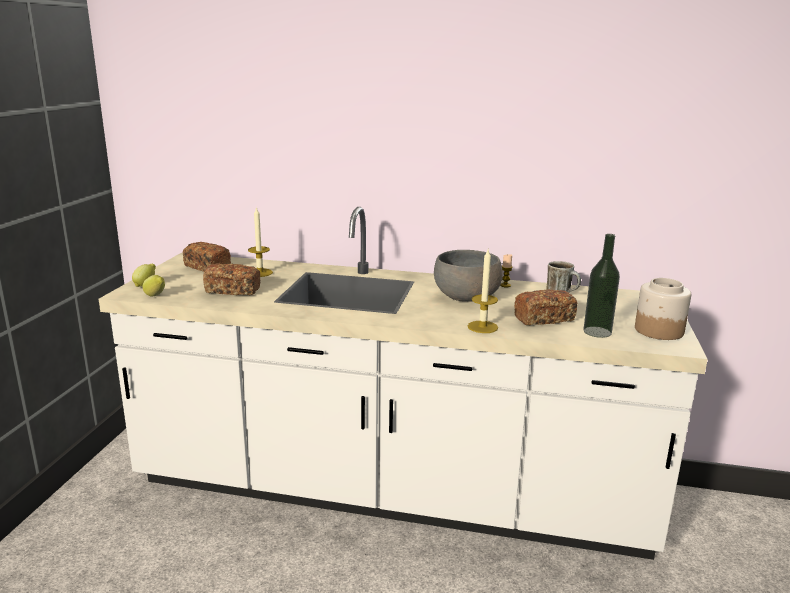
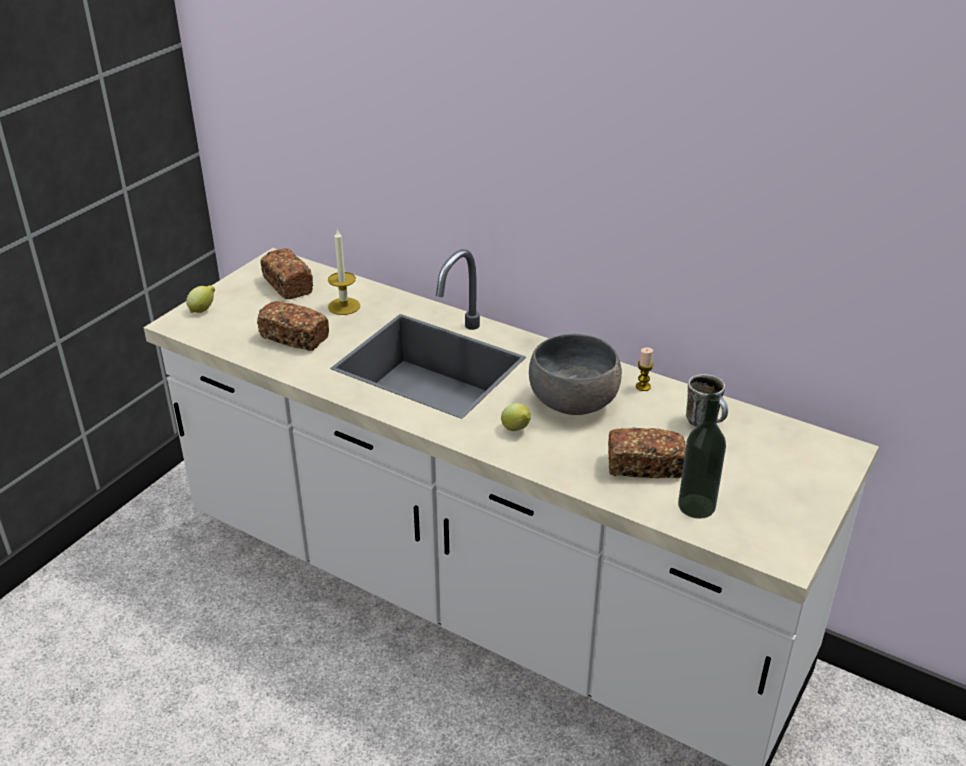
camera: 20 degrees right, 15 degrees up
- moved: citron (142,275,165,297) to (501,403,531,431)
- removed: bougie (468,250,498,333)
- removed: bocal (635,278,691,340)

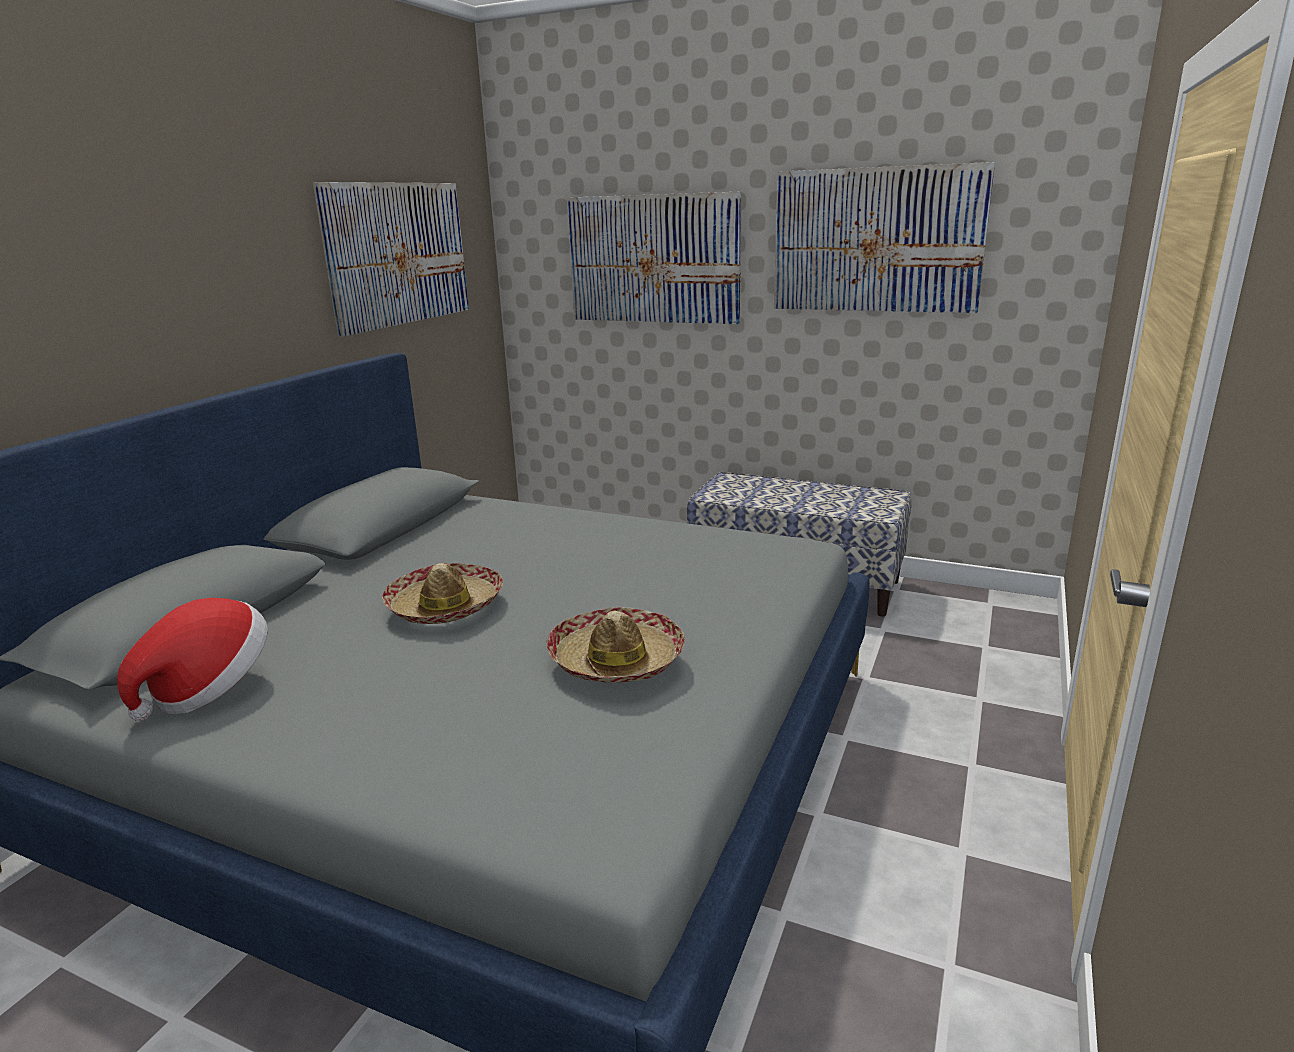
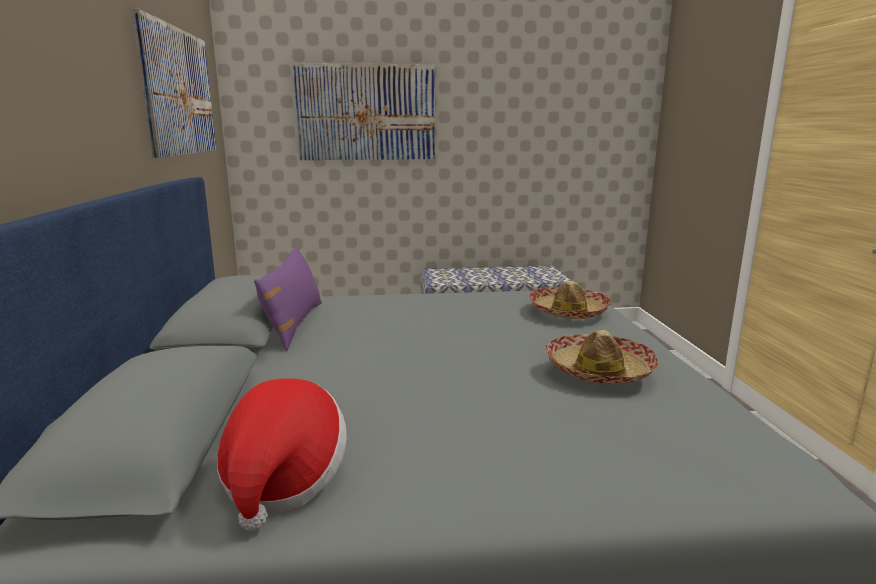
camera: 30 degrees left, 5 degrees down
- added: coussin [violet] (254,246,322,351)
- moved: chapeau (382,563,503,624) to (529,281,612,319)
- removed: tableau (774,162,995,313)

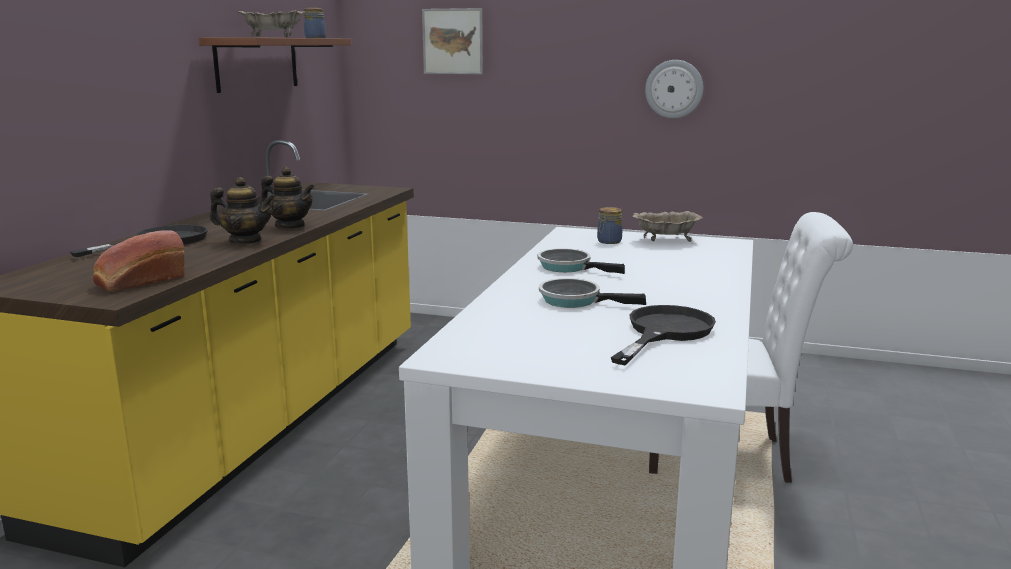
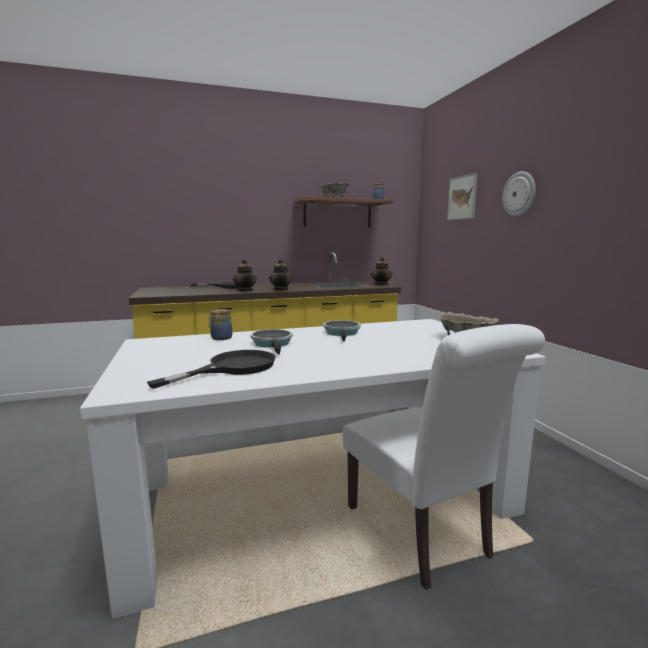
camera: 55 degrees right, 5 degrees down
- turned: poêle [noir] (611,305,716,365) = (147,350,276,389) 45 degrees counterclockwise
- moved: bocal (597,207,622,244) to (208,309,232,340)
- added: théière (371,257,392,286)
- moved: horloge murale (645,60,703,118) to (502,171,536,217)
- removed: pain (93,230,185,292)

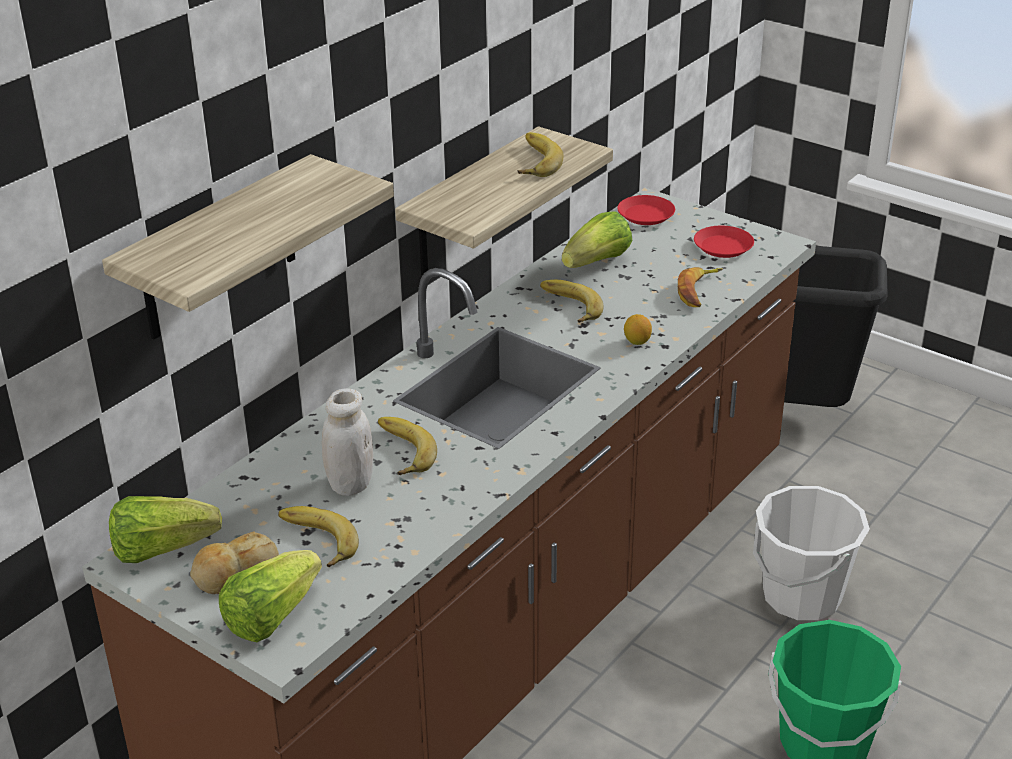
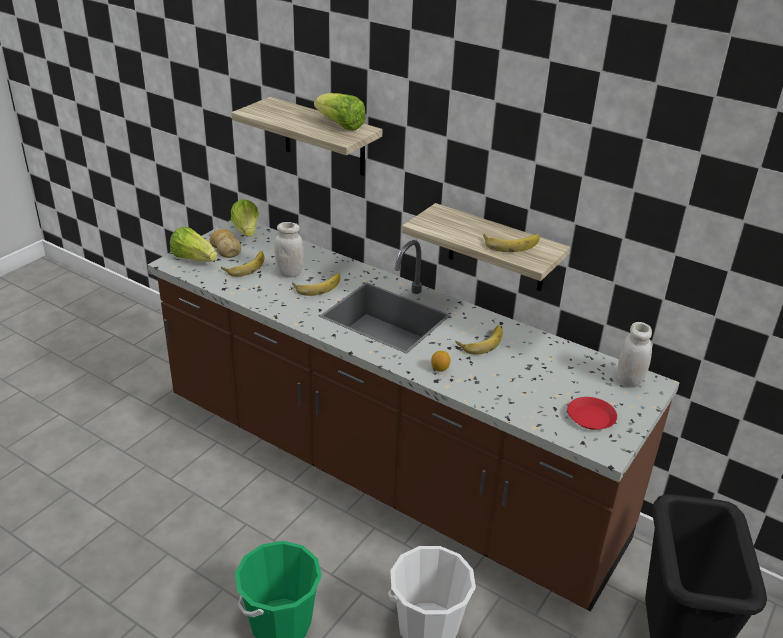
camera: 85 degrees right, 0 degrees up
- moved: laitue (562,211,632,268) to (314,93,366,131)
- replaced: assiette [rouge] (617,195,675,225) to bocal [blanc] (617,322,652,388)
- removed: banane (678,267,723,307)

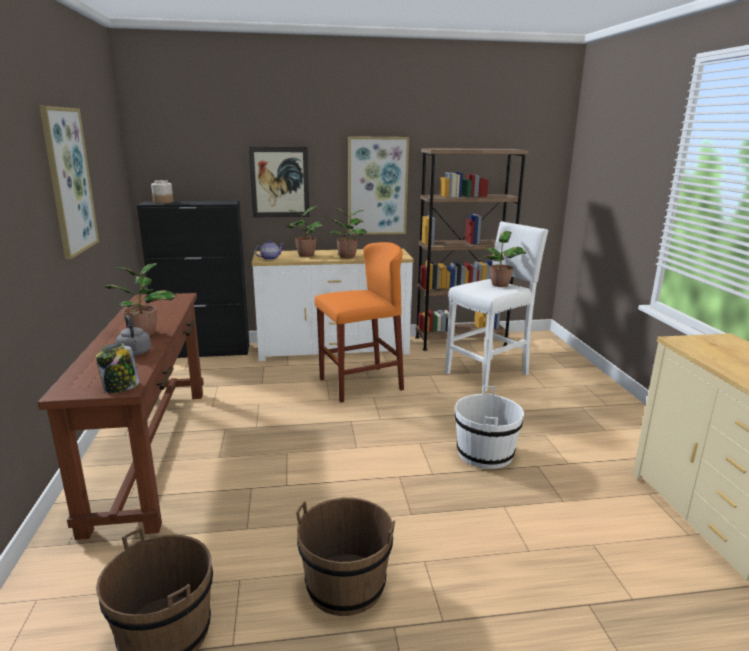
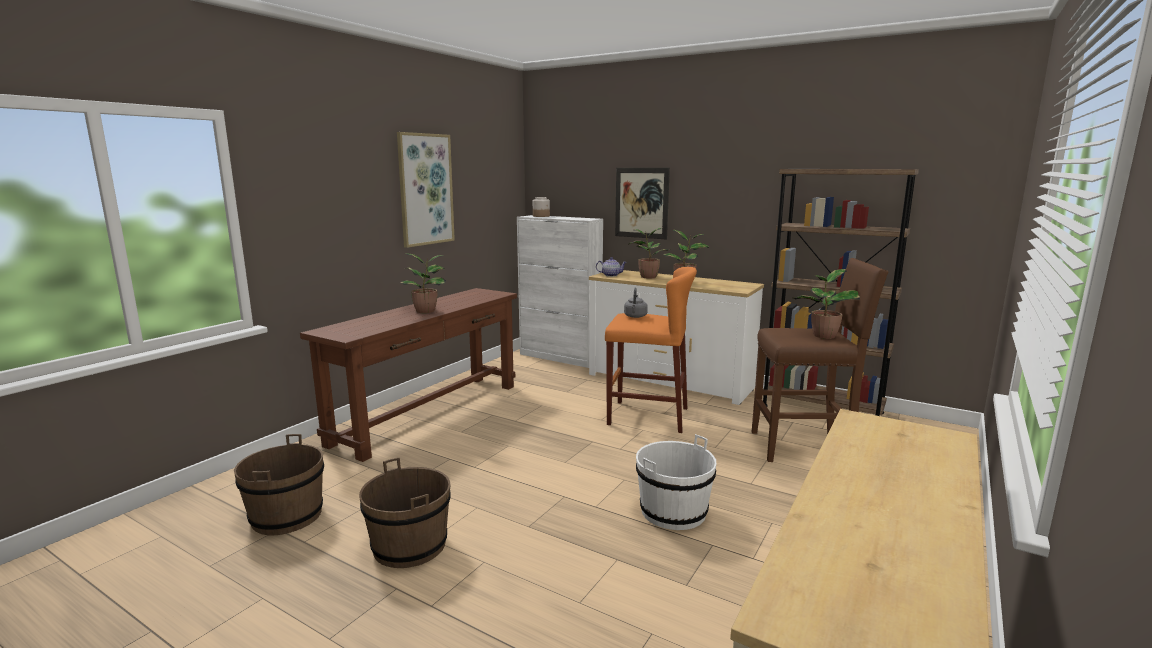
camera: 40 degrees right, 5 degrees down
- recoloured: meuble de rangement [noir] (137,201,249,358) to meuble de rangement [blanc] (517,215,603,368)
- moved: bouilloire [gris] (116,315,151,355) to (624,288,648,318)
- recoloured: tabouret [blanc] (445,221,549,392) to tabouret [marron] (752,258,888,462)
- removed: bocal (96,343,140,393)
- removed: tableau (348,136,409,235)

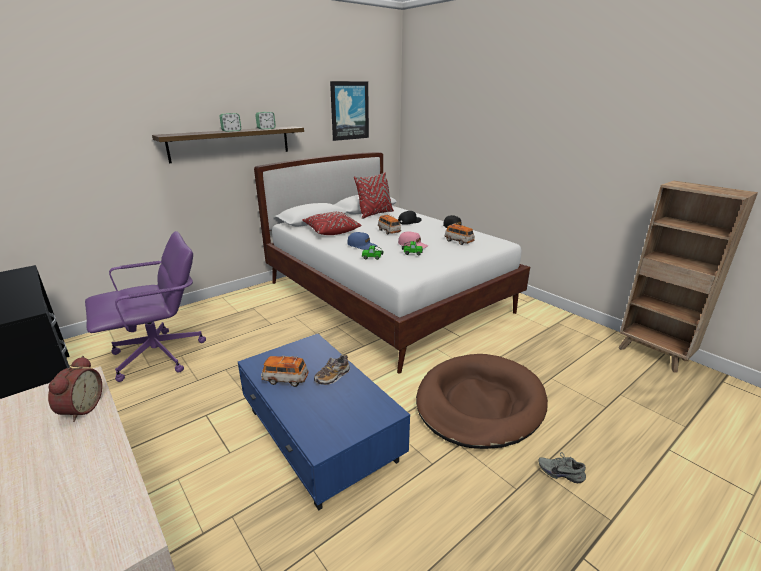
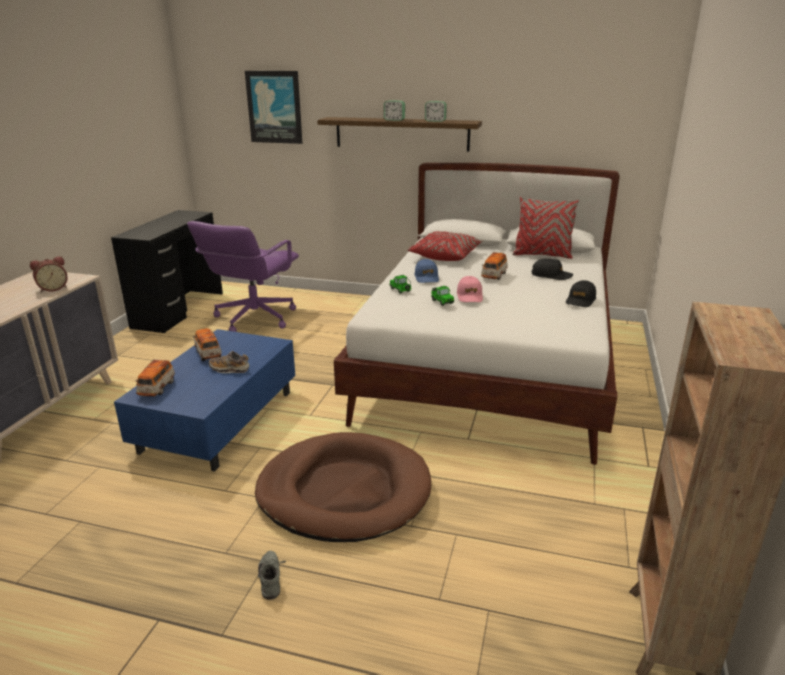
camera: 55 degrees right, 0 degrees up
- moved: petite voiture (444,223,475,245) to (136,359,175,396)
- turned: chaise de bureau [violet] (85,231,206,382) = (187,221,299,332) 90 degrees clockwise
- moved: tableau (330,81,369,141) to (245,71,302,144)

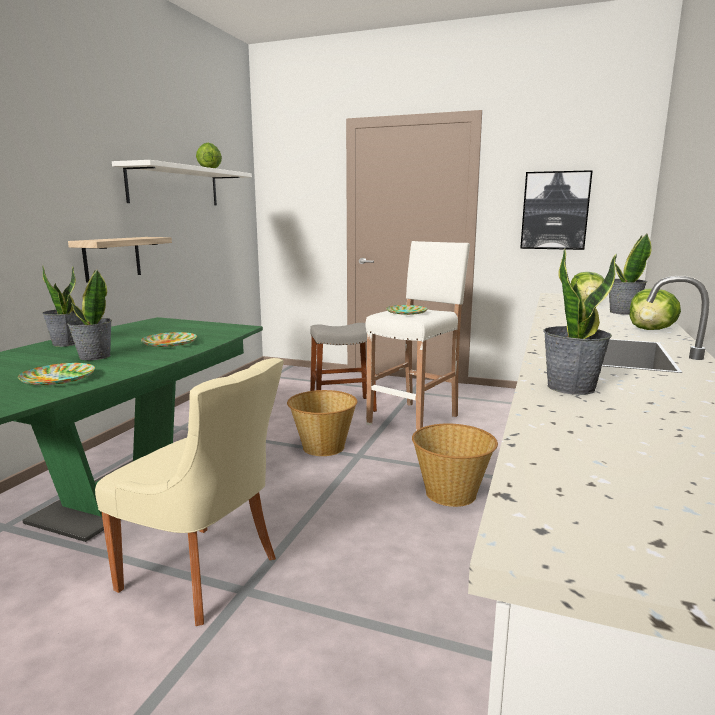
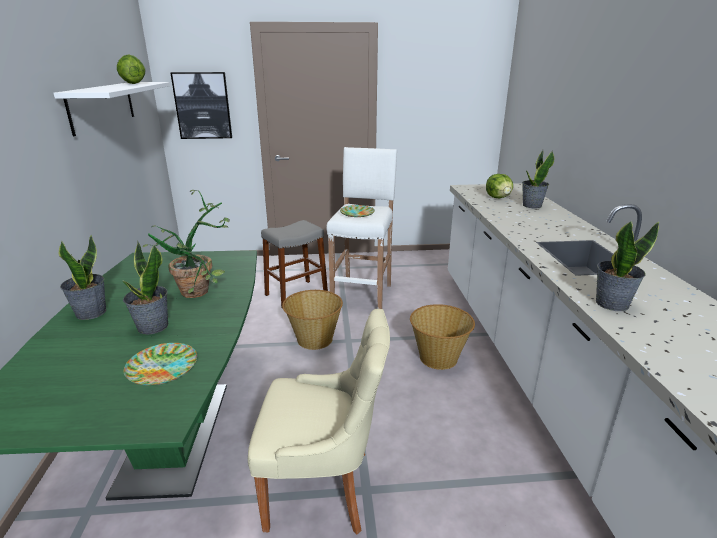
camera: 25 degrees left, 10 degrees up
- replaced: assiette (141,332,197,347) to plante en pot (143,190,230,298)
- moved: tableau (520,170,593,250) to (170,72,232,139)
- removed: étagère (68,237,172,282)
- removed: laitue (630,288,681,330)

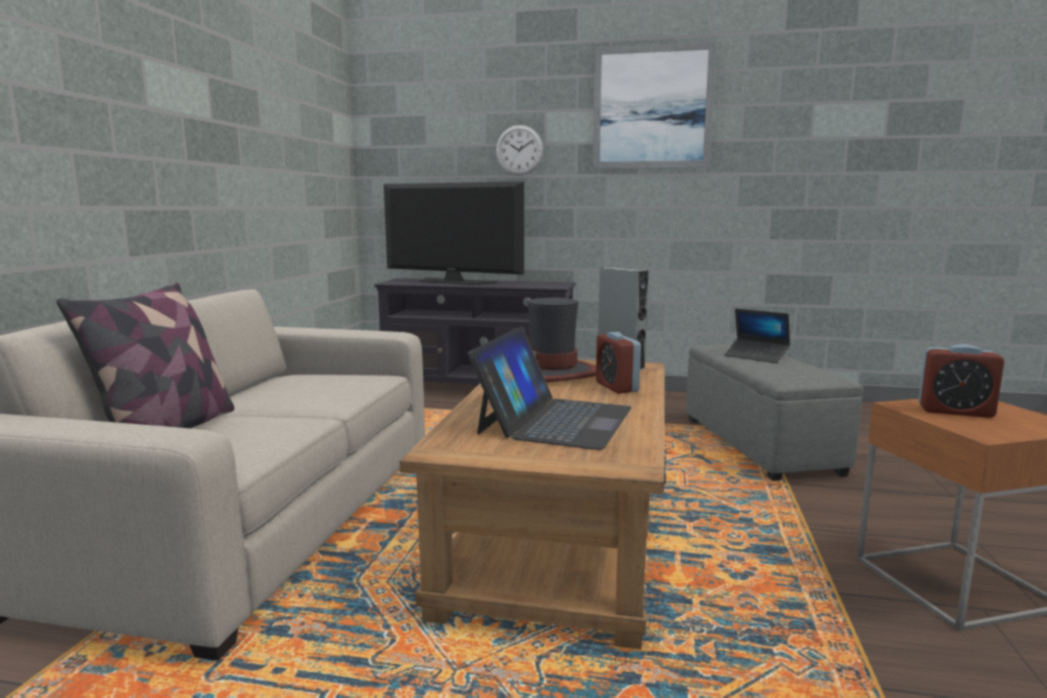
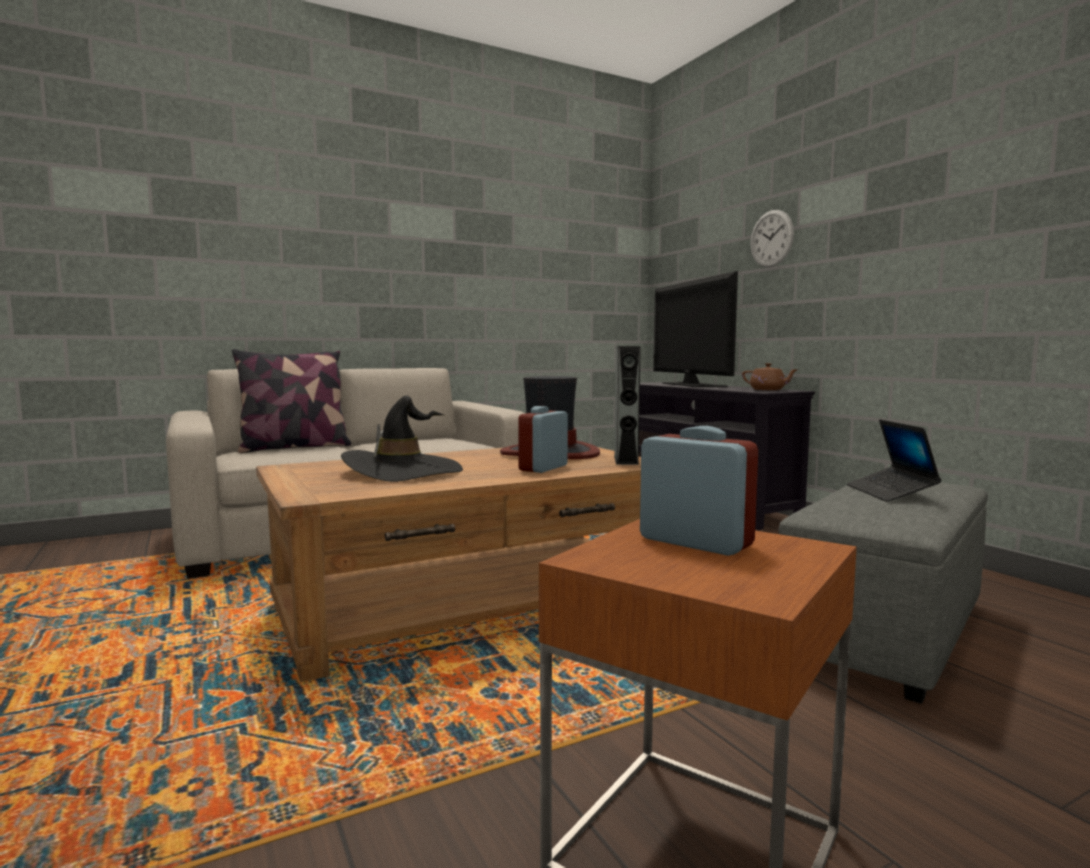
camera: 50 degrees right, 5 degrees down
- replaced: ordinateur portable (468,327,632,450) to chapeau [noir] (341,395,463,482)
- turned: réveil (919,344,1005,418) = (640,426,758,556) 150 degrees clockwise
- added: théière [marron] (742,363,799,390)
- removed: tableau (592,41,717,169)

